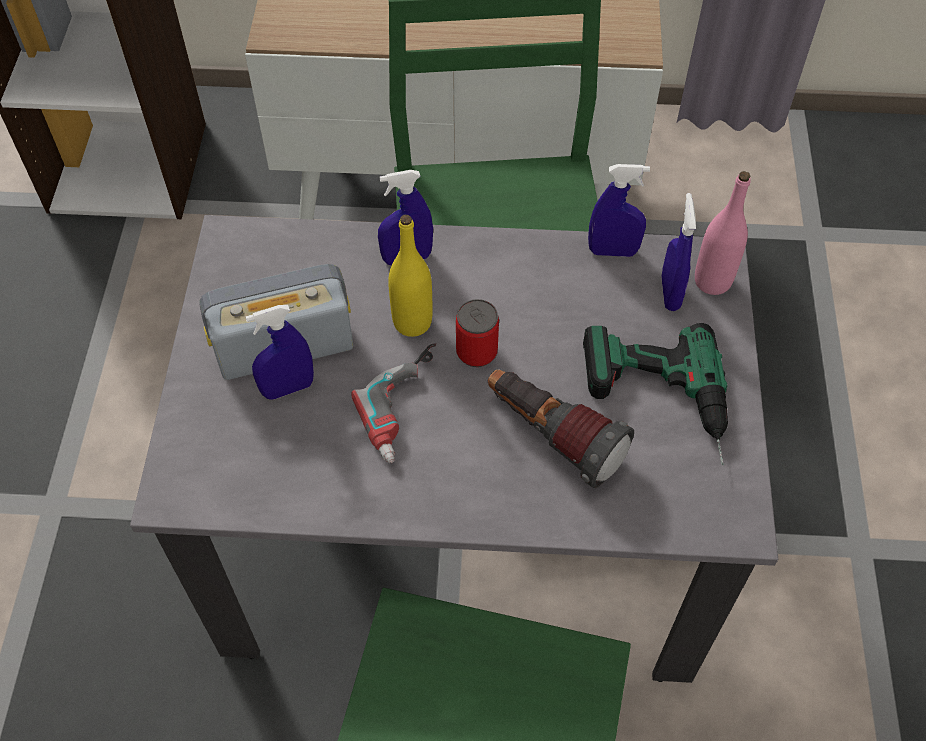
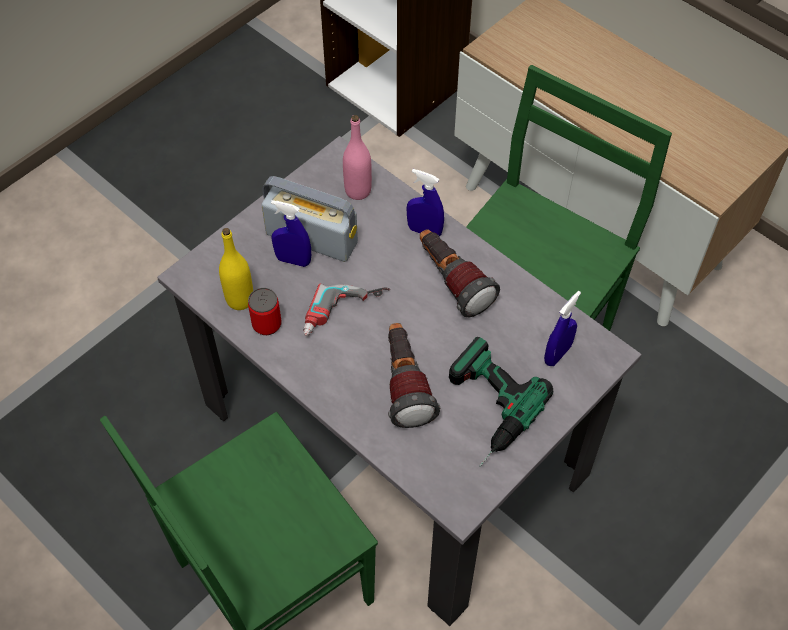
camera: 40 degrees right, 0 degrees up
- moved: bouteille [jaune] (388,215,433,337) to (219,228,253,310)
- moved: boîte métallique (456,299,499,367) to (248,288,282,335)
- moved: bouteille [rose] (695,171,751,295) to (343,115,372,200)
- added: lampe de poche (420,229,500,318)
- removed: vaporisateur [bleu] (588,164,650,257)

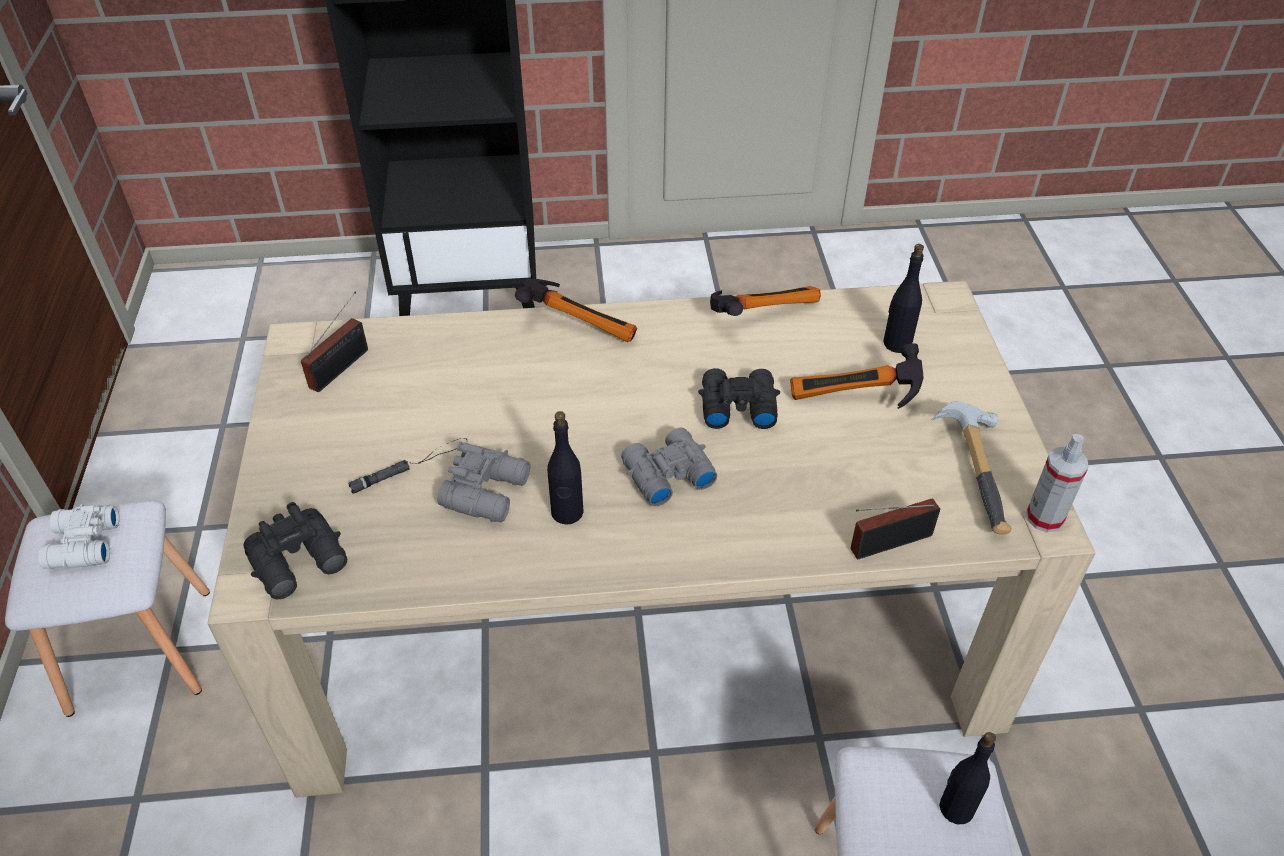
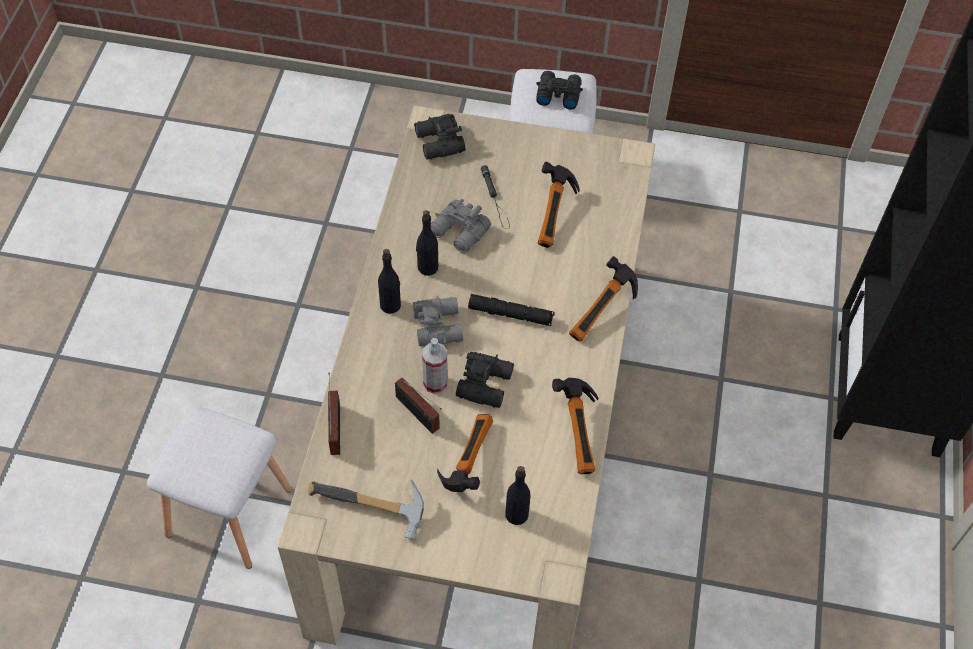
camera: 105 degrees right, 10 degrees up
- moved: bouteille [noir] (939,732,996,825) to (378,249,401,314)
- moved: radio (301,291,368,392) to (395,378,442,434)
- moved: vaporisateur (1026,434,1089,532) to (422,338,448,394)
- added: lampe de poche [noir] (468,294,554,326)
- recoloured: jumelles [blanc] (38,504,120,569) to jumelles [noir] (536,71,583,110)
- added: marteau (538,162,580,248)

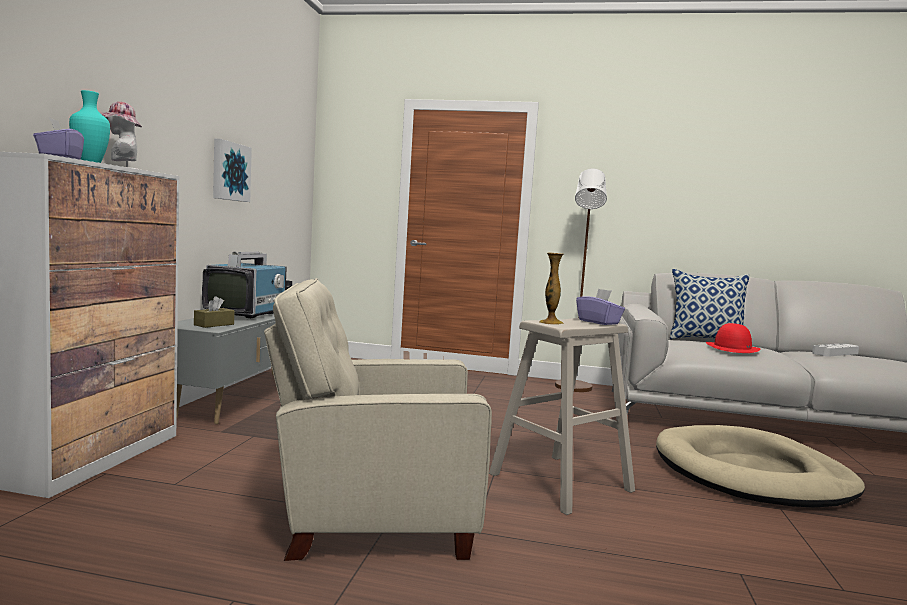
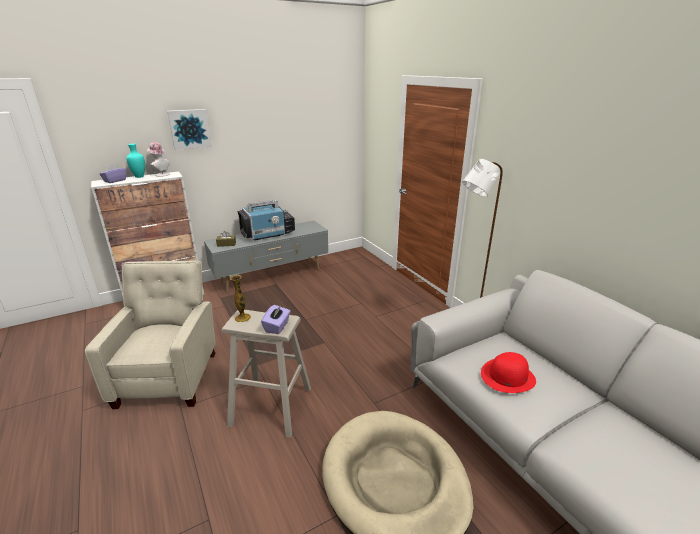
camera: 50 degrees right, 20 degrees up
- turned: fauteuil [beige] (264,278,492,561) = (85,260,216,409) 45 degrees clockwise
- moved: tableau (213,139,252,202) to (167,109,212,150)
- removed: coussin (670,269,750,339)
- removed: plateau [gris] (812,343,859,357)

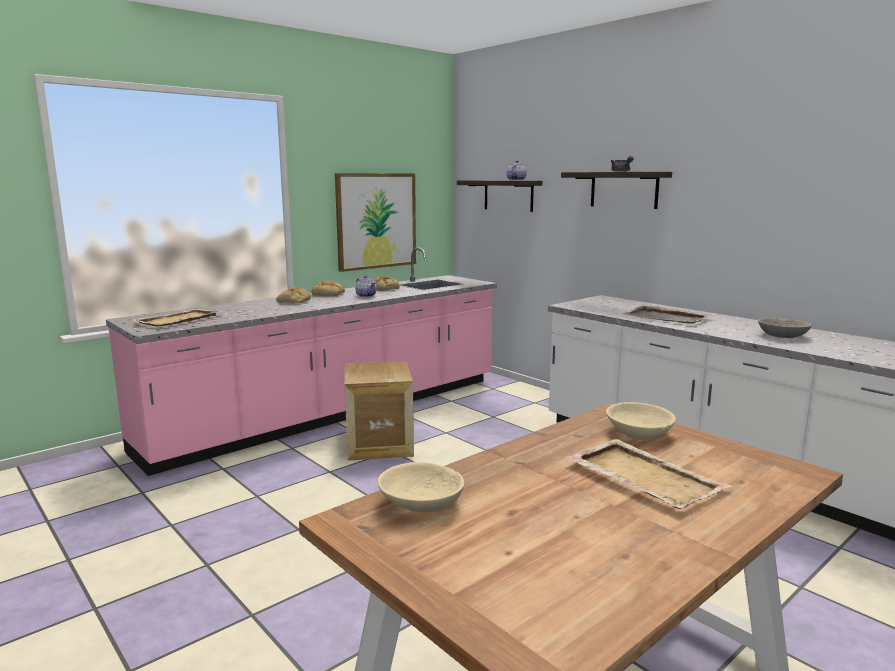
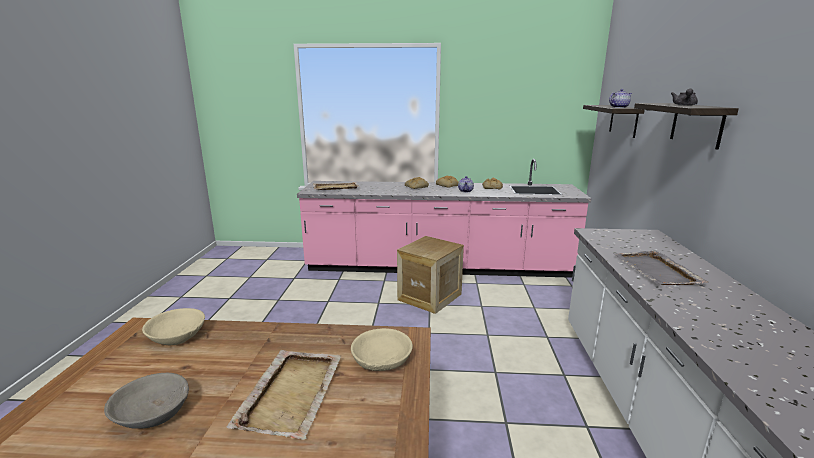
camera: 45 degrees right, 5 degrees up
- moved: bol [gris] (758,318,812,338) to (104,373,189,429)
- removed: tableau (335,173,416,272)

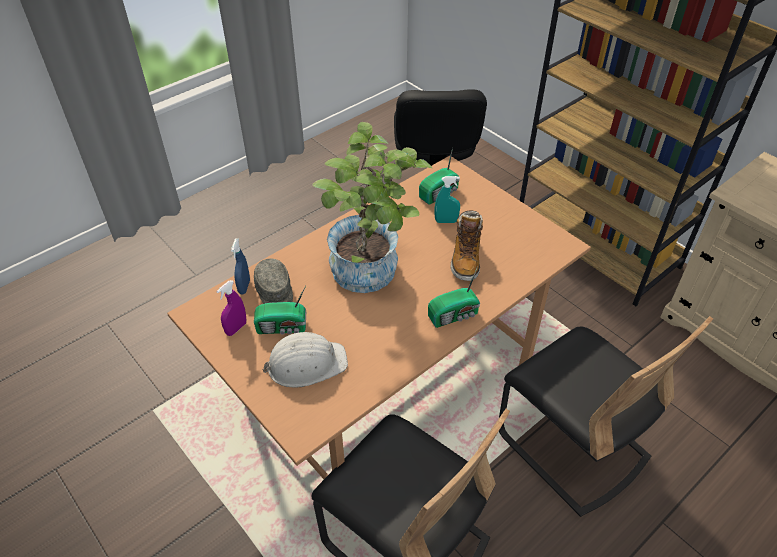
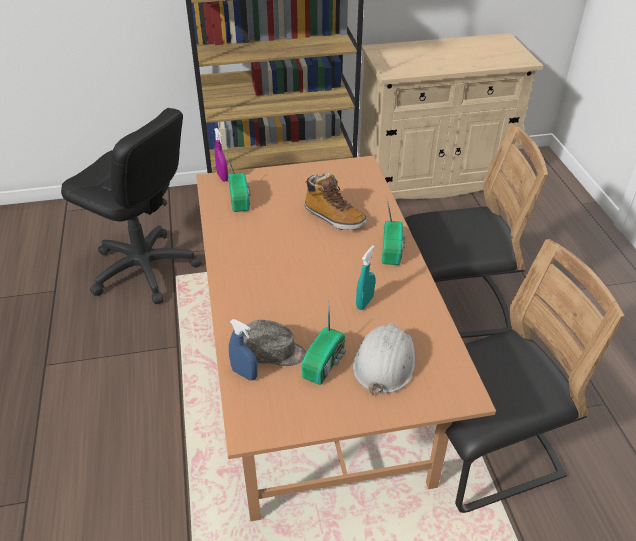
camera: 60 degrees left, 5 degrees down
- moved: vaporisateur [violet] (216,280,246,336) to (214,128,228,182)
- moved: vaporisateur [turquoise] (435,176,460,223) to (356,245,375,310)
- removed: plante en pot (312,122,432,293)

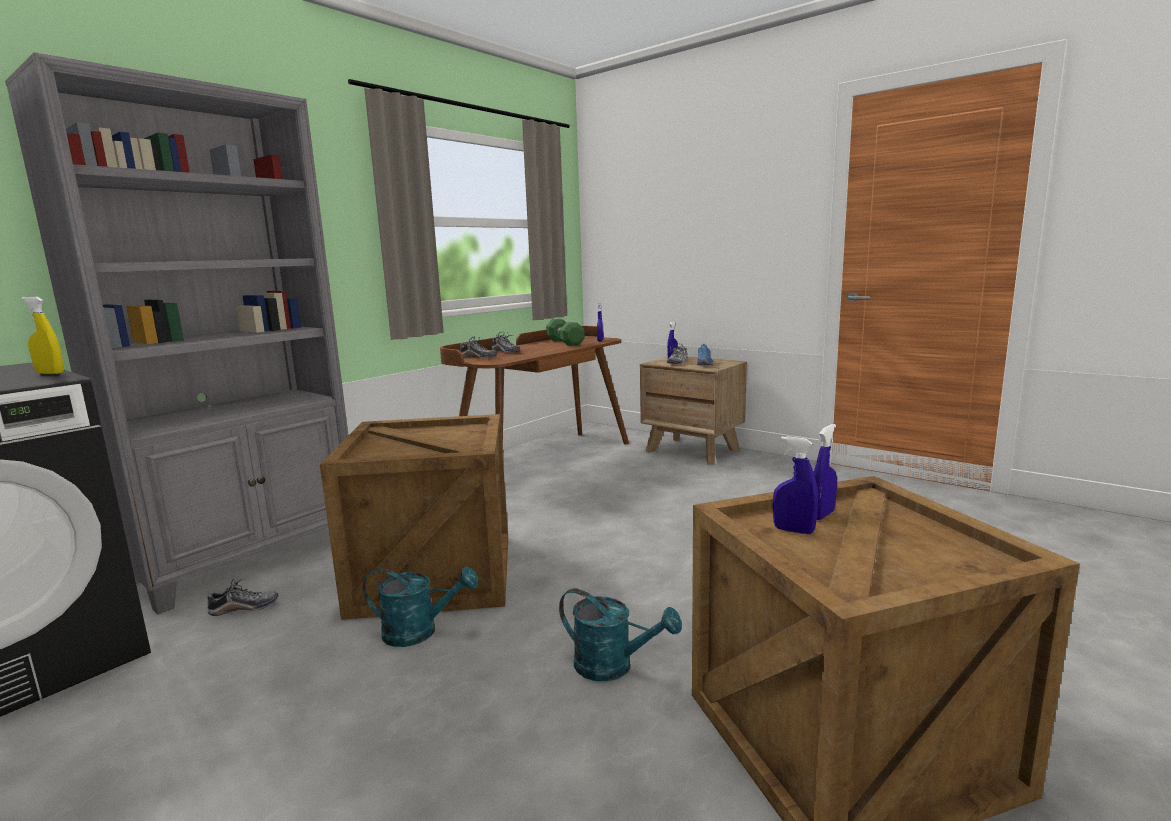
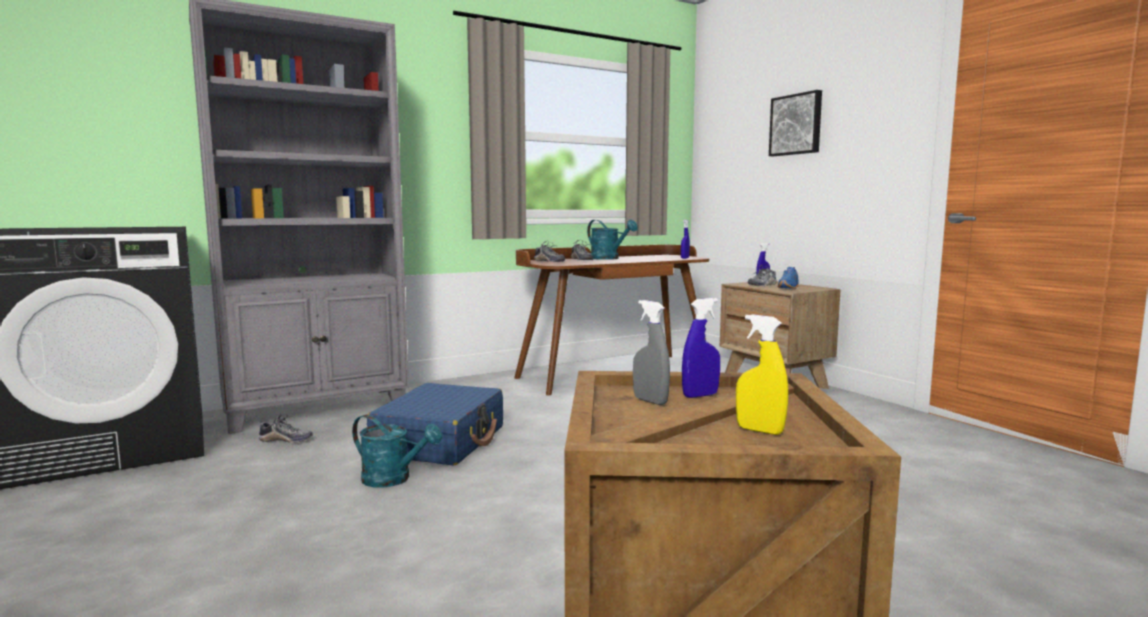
camera: 20 degrees right, 5 degrees down
- replaced: caisse (320,414,508,620) to valise [bleu] (367,383,503,465)
- moved: arrosoir [turquoise] (559,588,682,681) to (587,219,638,260)
- recoloured: vaporisateur [bleu] (773,436,818,534) to vaporisateur [gris] (633,300,670,405)
- moved: vaporisateur [jaune] (21,297,64,374) to (736,314,788,435)
- added: tableau (769,90,822,156)
- removed: haltère [vert] (546,319,585,346)

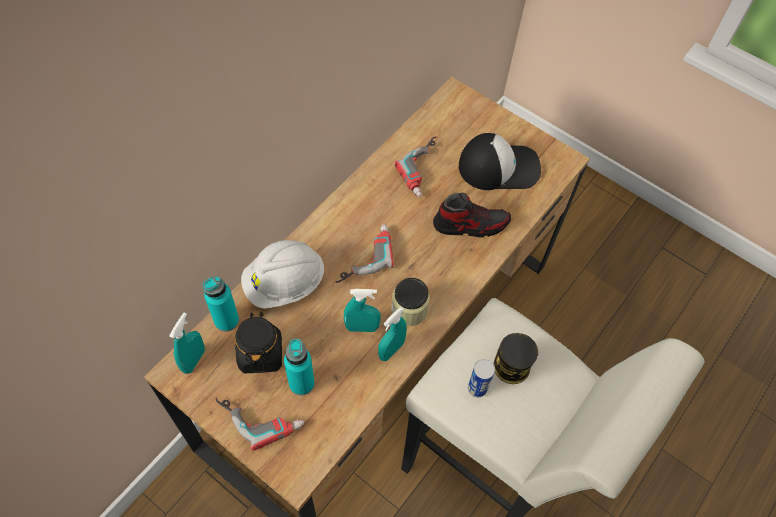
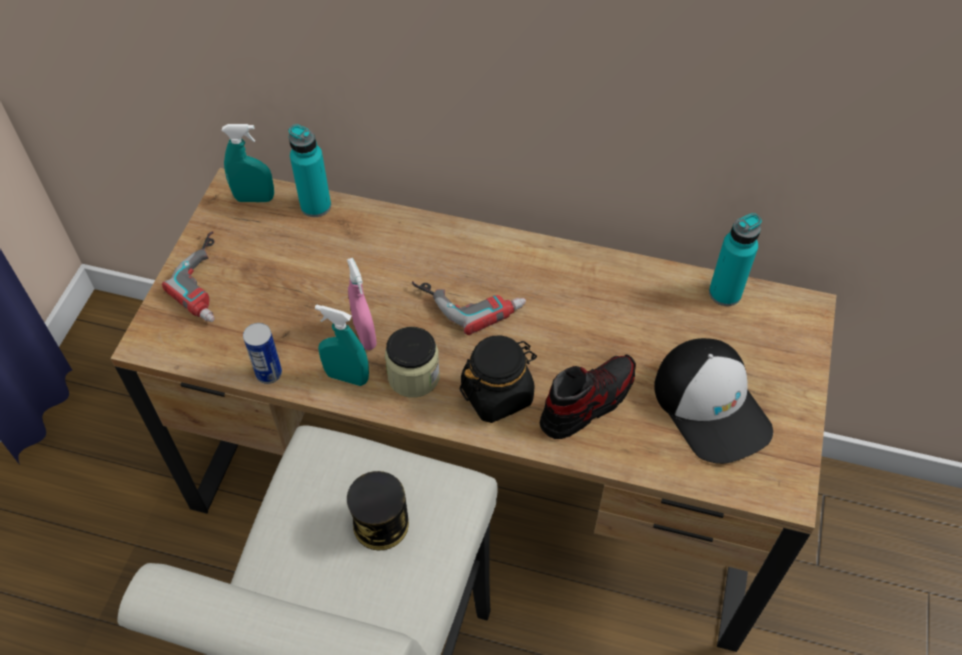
camera: 70 degrees right, 5 degrees down
- moved: boîte métallique (468,359,495,397) to (243,323,282,384)
- recoloured: vaporisateur [turquoise] (344,289,381,332) to vaporisateur [rose] (347,258,377,350)
- moved: bocal [noir] (235,312,282,373) to (460,335,537,423)
- turned: chaussure (433,193,511,238) = (540,355,636,439) 105 degrees counterclockwise
- moved: bouteille [turquoise] (284,339,315,395) to (709,213,762,306)
- removed: casque de chantier [blanc] (241,240,324,309)
- removed: perceuse (395,136,437,197)

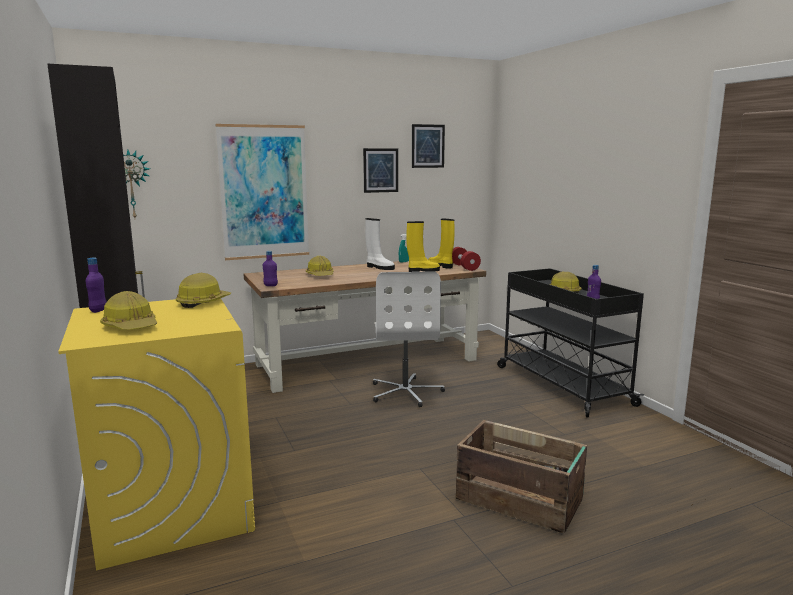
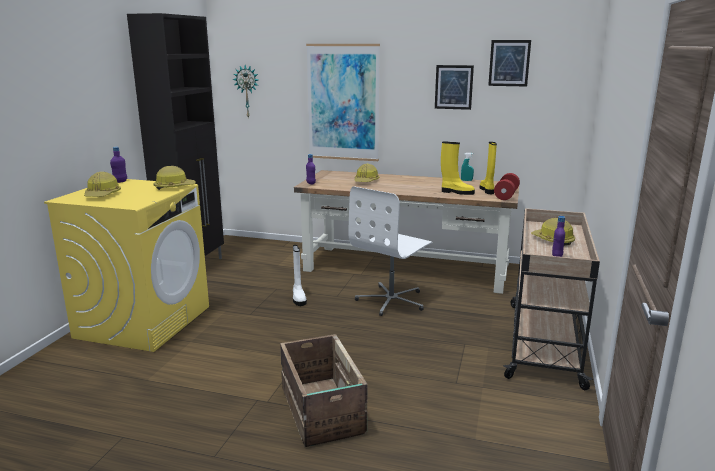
camera: 40 degrees right, 5 degrees up
- moved: botte [blanc] (365,218,395,270) to (293,245,307,306)
- recoloured: chariot [noir] (497,268,644,418) to chariot [beige] (503,208,600,390)

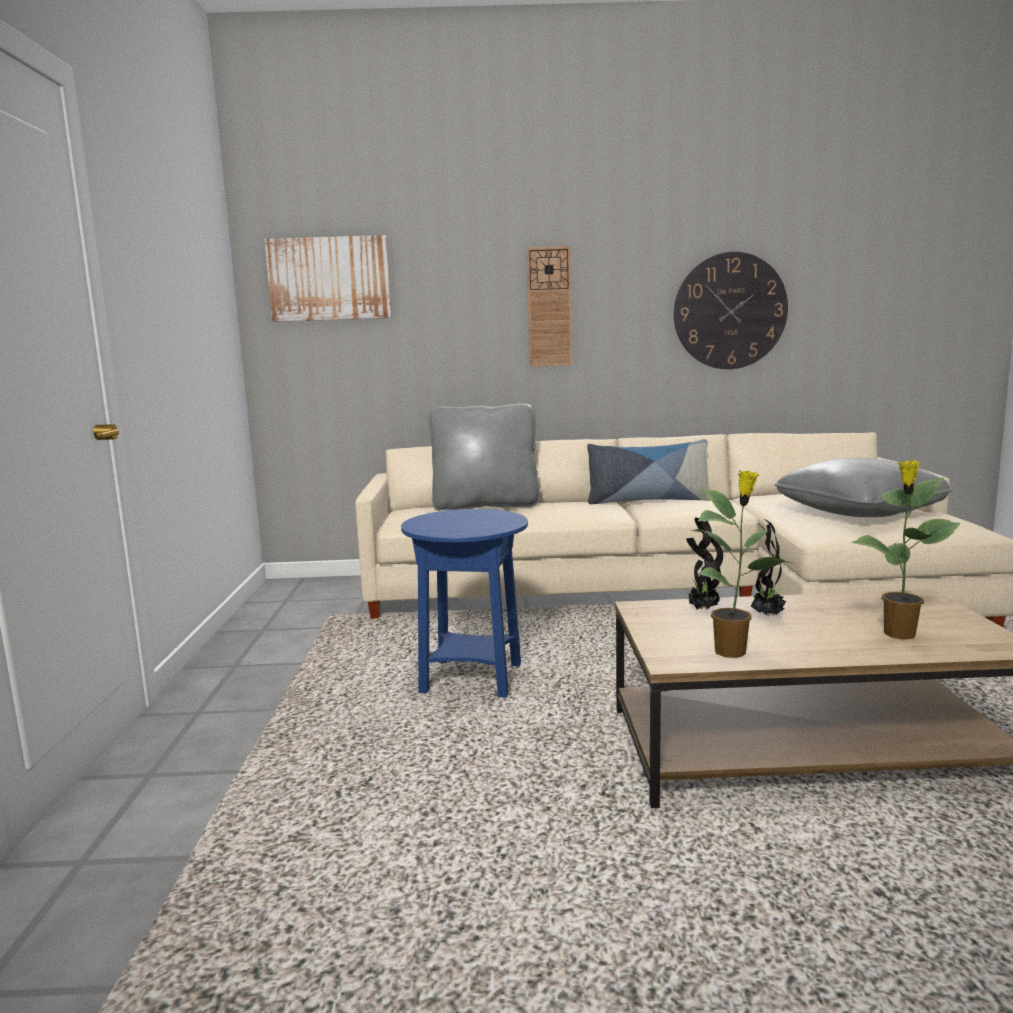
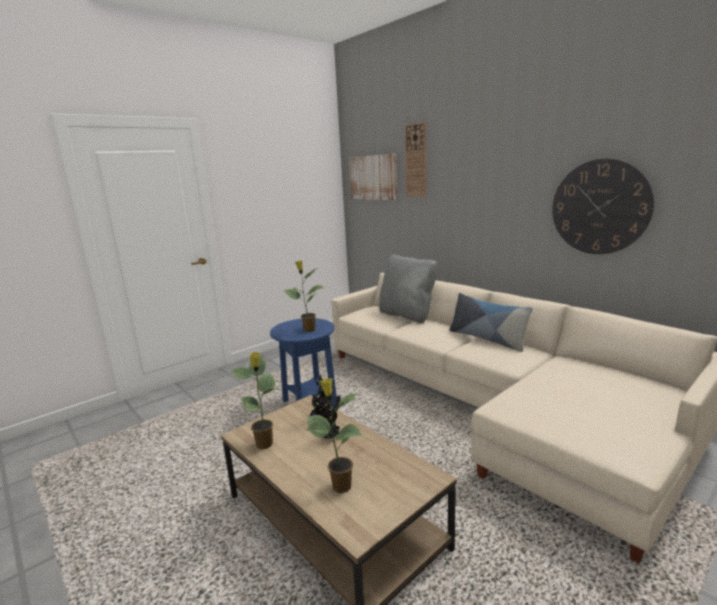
camera: 50 degrees right, 5 degrees up
- added: plante en pot (284,260,325,332)
- moved: horloge murale (527,246,572,367) to (405,122,427,197)
- removed: coussin [gris] (774,458,952,517)

